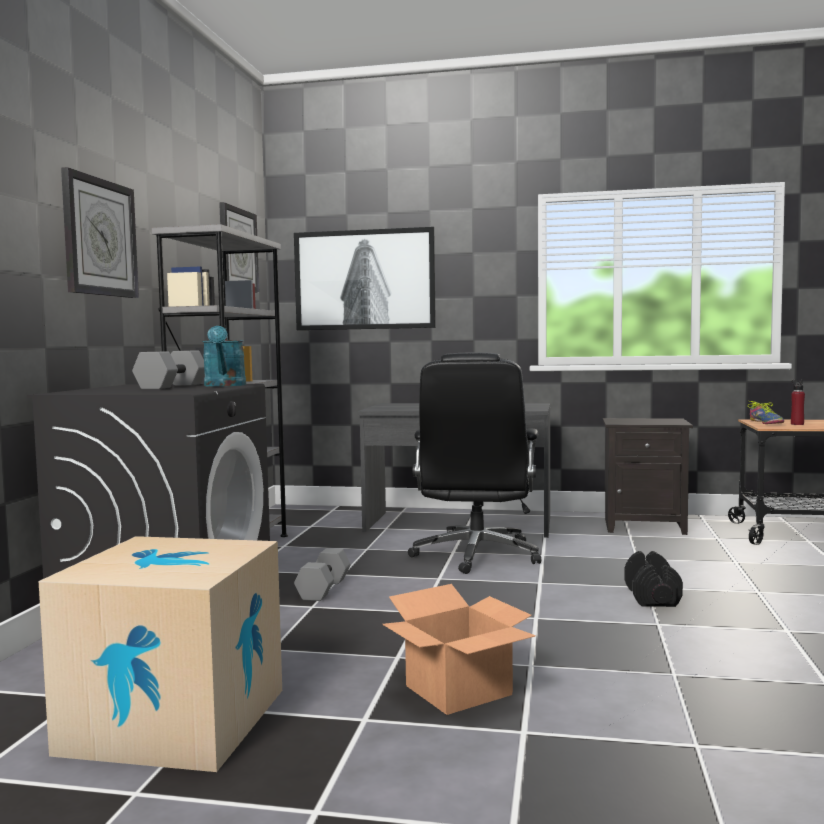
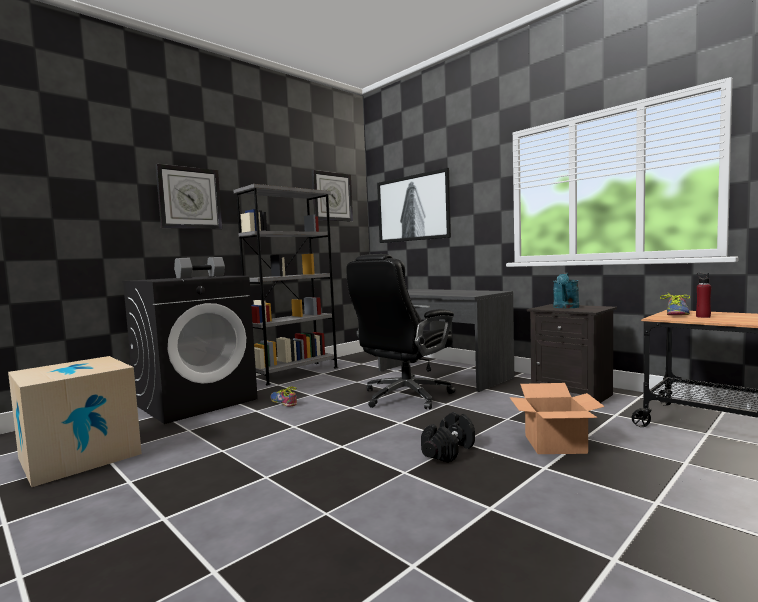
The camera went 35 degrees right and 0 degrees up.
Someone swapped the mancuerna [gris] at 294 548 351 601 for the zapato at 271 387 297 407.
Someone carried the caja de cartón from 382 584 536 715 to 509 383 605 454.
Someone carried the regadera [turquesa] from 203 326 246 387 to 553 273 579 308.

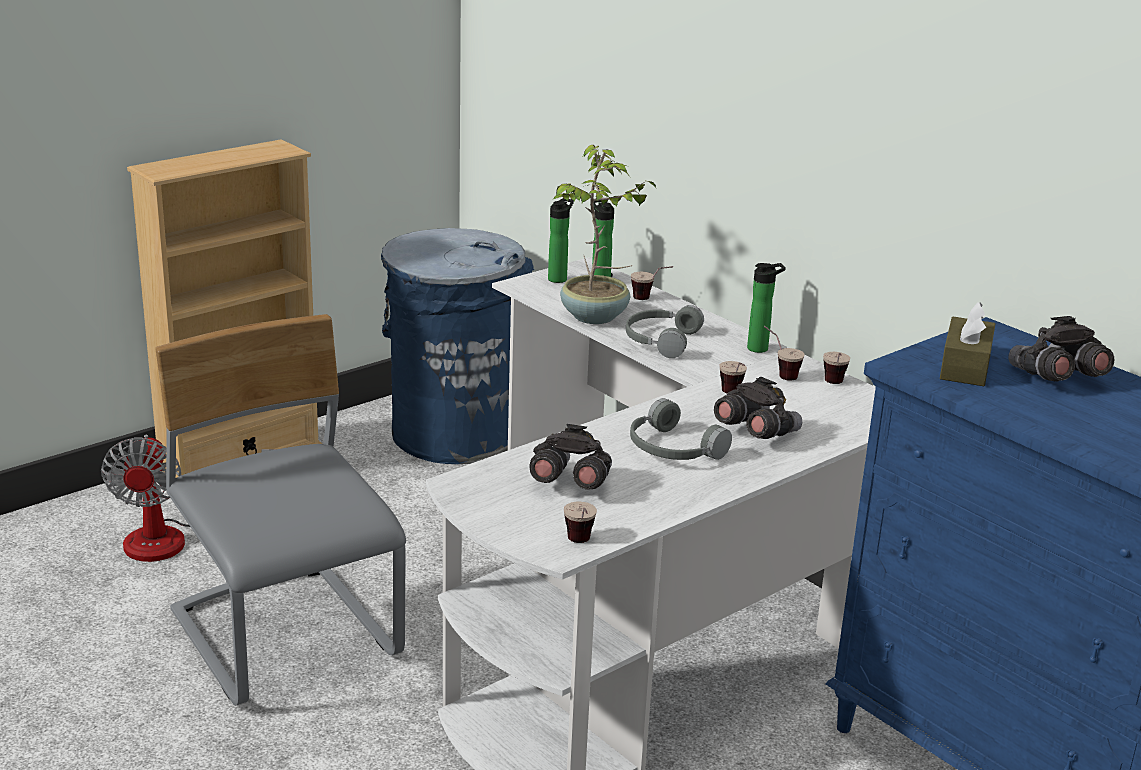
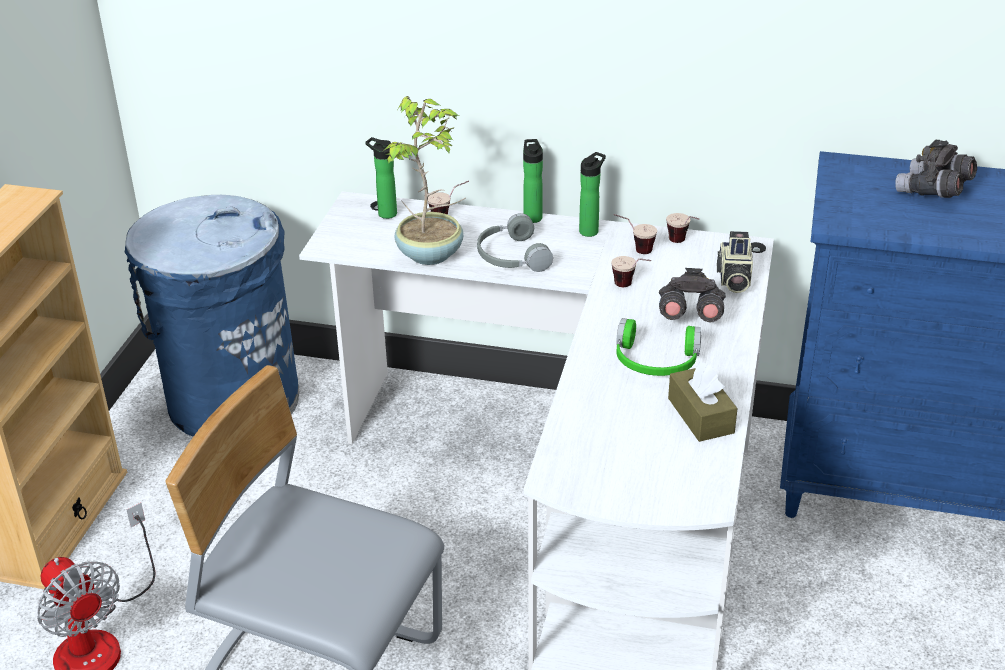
The camera went 35 degrees left and 10 degrees up.
Someone carried the botella from 548 198 574 283 to 523 139 543 223.
Someone repainted the auriculares [gris] at 630 398 732 460, which became the auriculares [verde] at 616 318 701 376.
Someone carried the caja de pañuelos [marrón] from 940 302 995 386 to 668 362 738 442.
Someone put down the cámara at 717 231 753 293.
Someone took away the prismáticos [gris] at 529 424 612 490.
Someone took away the taza at 564 502 597 543.

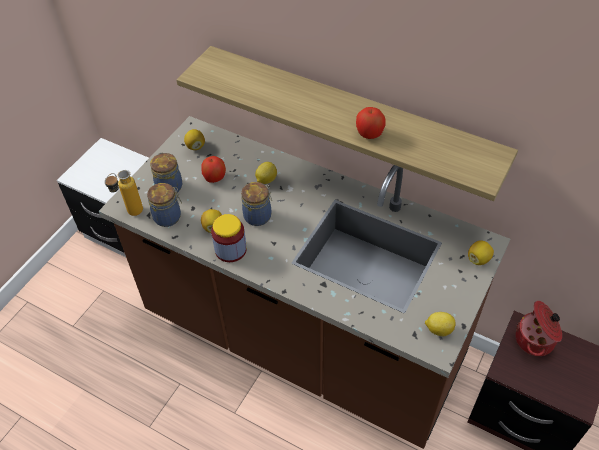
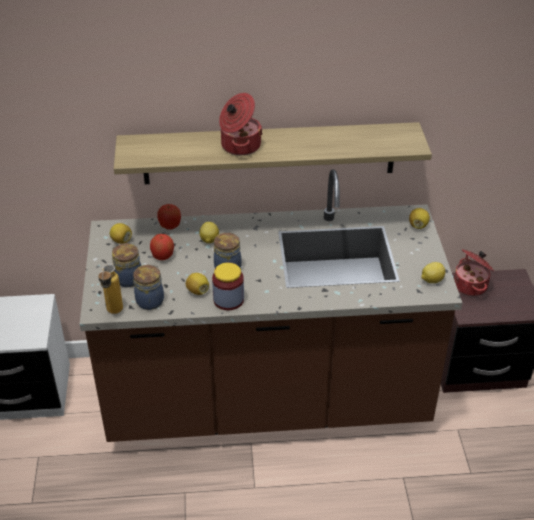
The camera went 35 degrees left and 10 degrees down.
Someone carried the manzana from 356 107 386 139 to 157 204 181 230.
Someone put down the olla at 219 93 263 155.

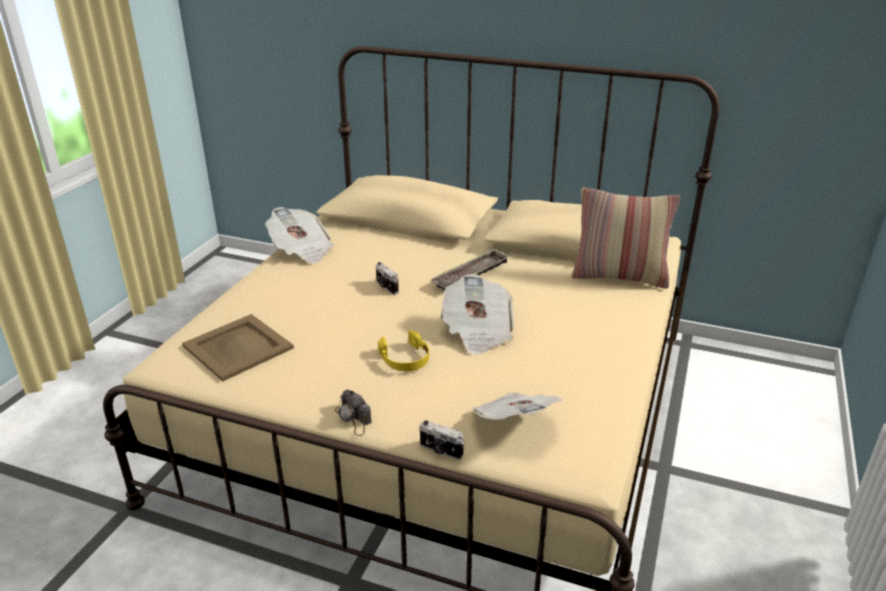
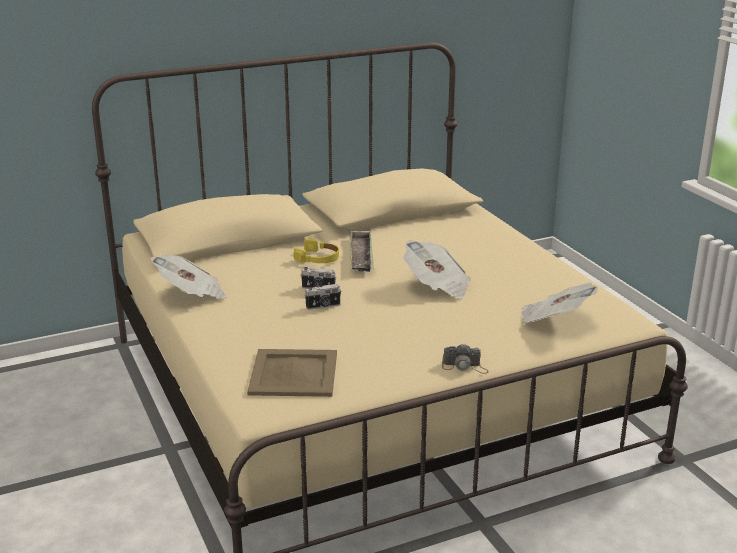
The camera went 45 degrees left and 5 degrees down.
Someone carried the auriculares [amarillo] from 378 330 429 371 to 294 239 339 263.
Someone carried the cámara from 419 420 464 460 to 304 284 341 310.
Someone took away the cojín at 571 188 680 288.

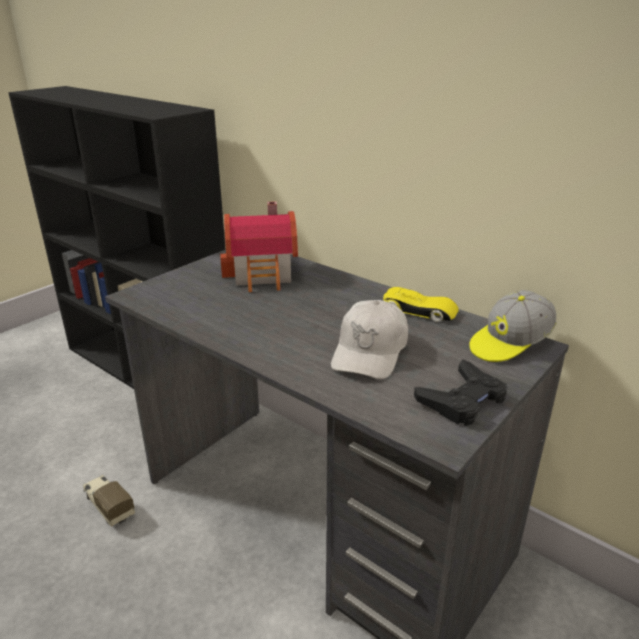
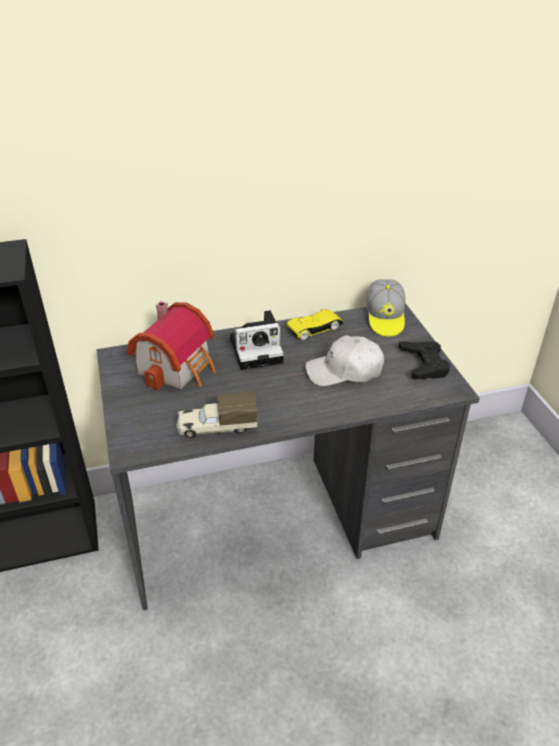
The camera went 55 degrees left and 10 degrees up.
Someone carried the camión de juguete from 83 474 135 527 to 176 391 257 438.
Someone put down the cámara at 230 310 284 370.
Someone rotated the gorra [blanco] at 331 300 408 379 by 120 degrees clockwise.

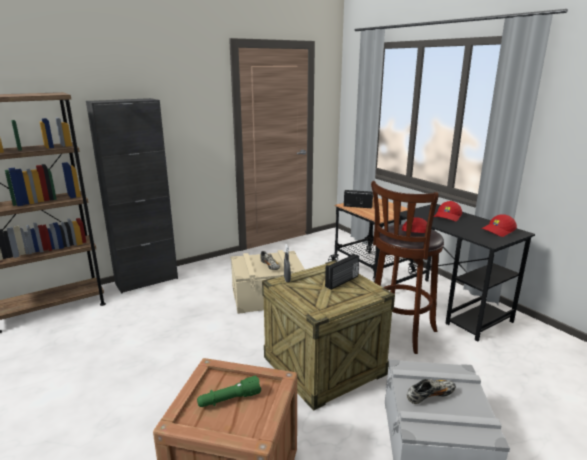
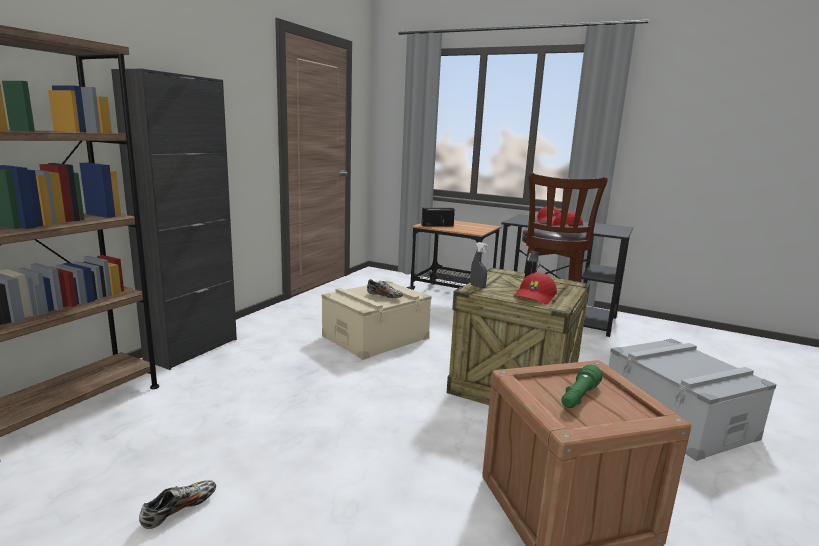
The camera went 30 degrees left and 5 degrees down.
Someone carried the zapato from 407 379 456 404 to 139 480 216 529.
Someone carried the gorra [rojo] from 481 214 517 237 to 513 273 557 304.

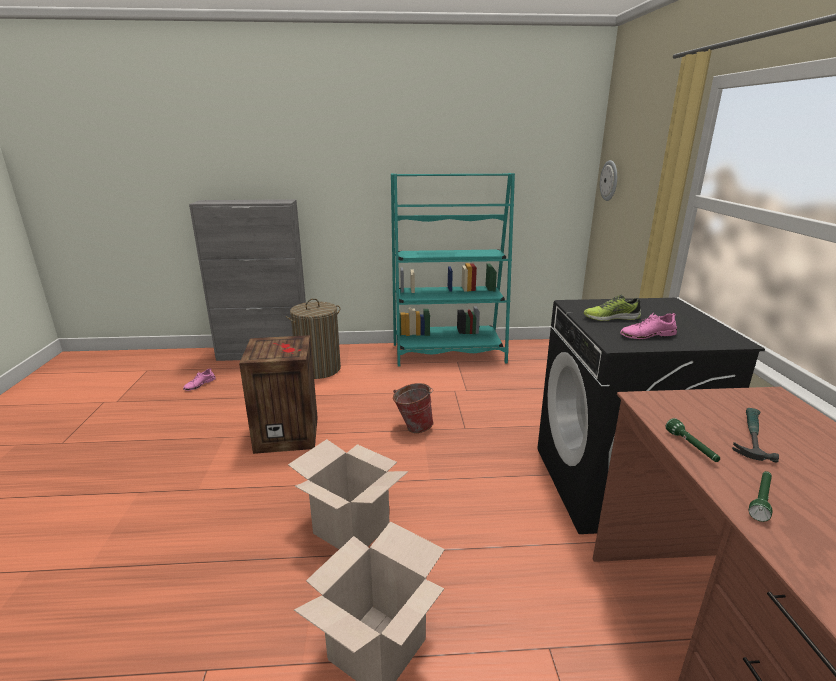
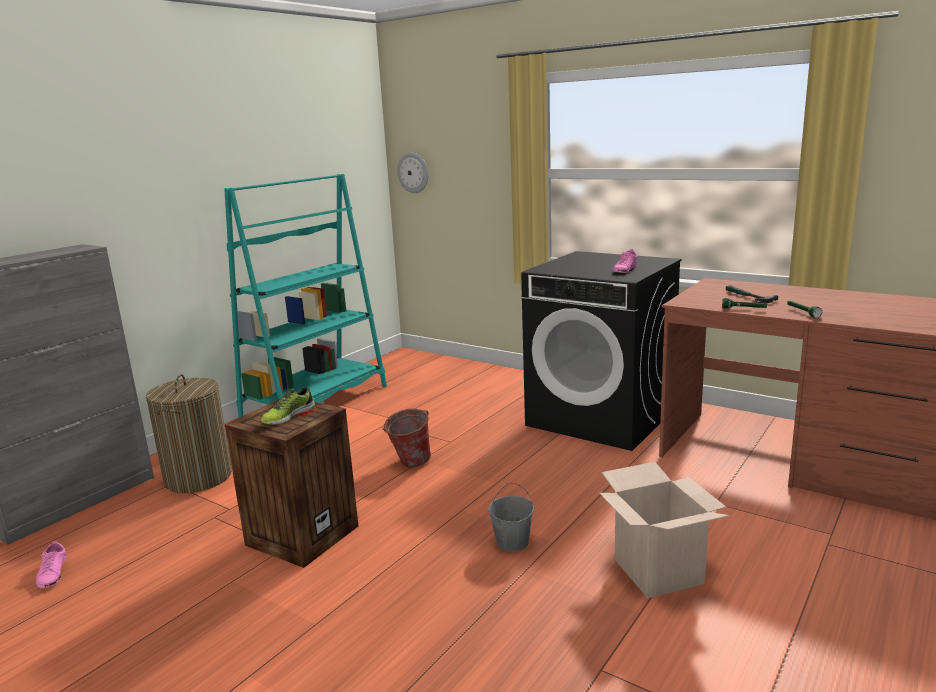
The camera went 50 degrees left and 5 degrees down.
Someone carried the zapato from 584 295 641 321 to 261 387 315 425.
Someone swapped the caja de cartón at 288 439 408 549 for the cubo [gris] at 488 482 534 552.

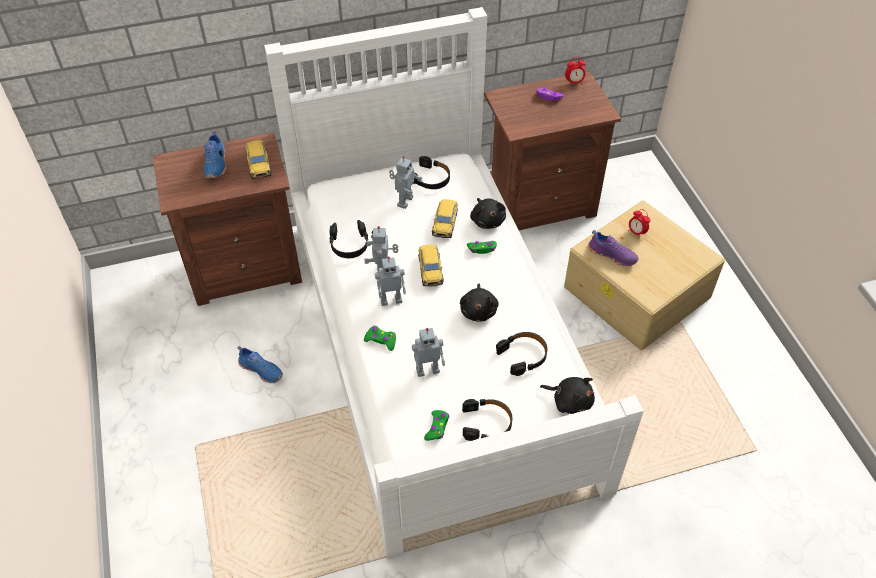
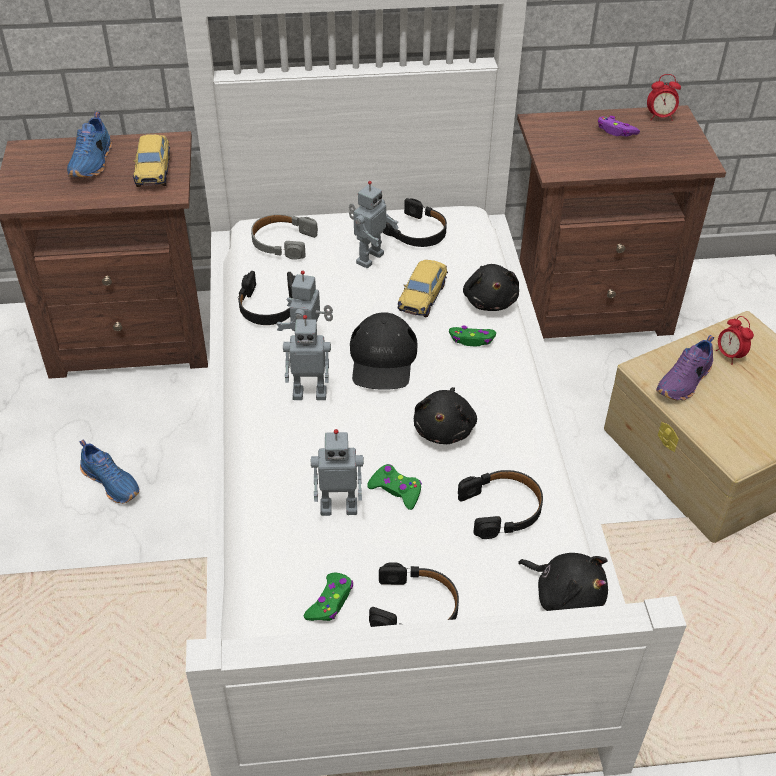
The camera went 10 degrees right and 5 degrees down.
Someone put down the auriculares [gris] at 251 214 318 260.
Someone swapped the coche de juguete at 418 245 444 287 for the gorra [negro] at 350 312 418 390.
Someone carried the mando de consola [verde] from 364 326 396 351 to 367 464 422 510.
Someone rotated the zapato [morado] at 588 230 639 266 by 90 degrees clockwise.

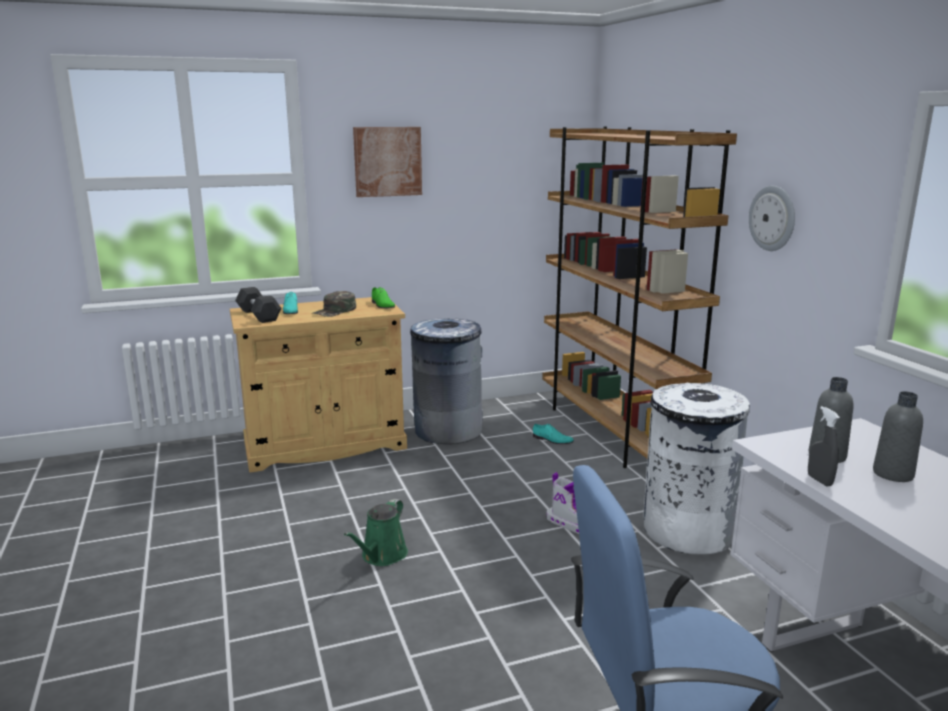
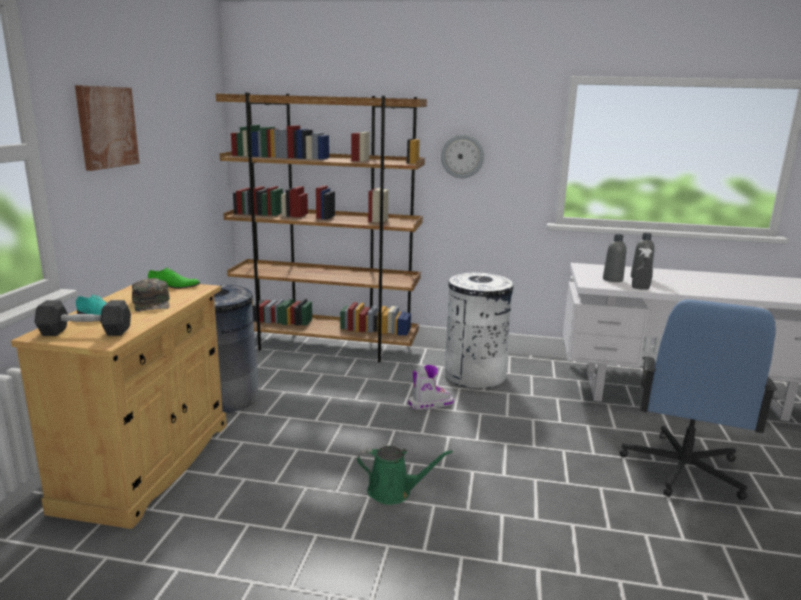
The camera went 60 degrees left and 0 degrees up.
Someone rotated the regadera [verde] at 344 499 408 566 by 45 degrees counterclockwise.
Someone took away the zapato [turquesa] at 533 424 574 444.

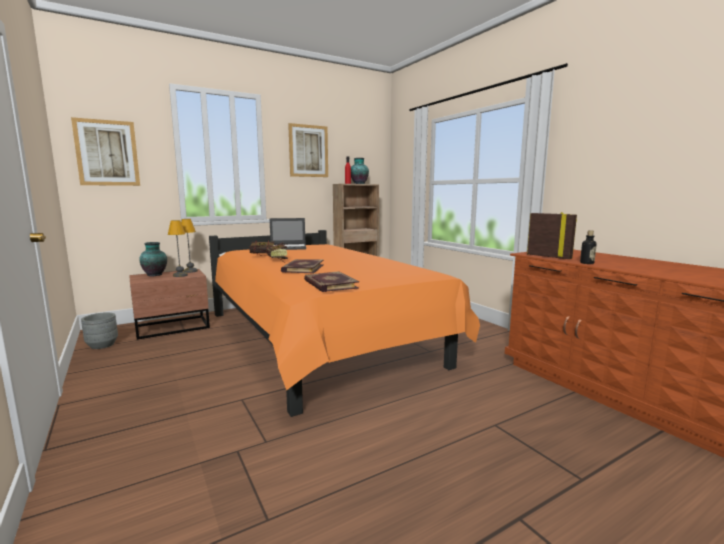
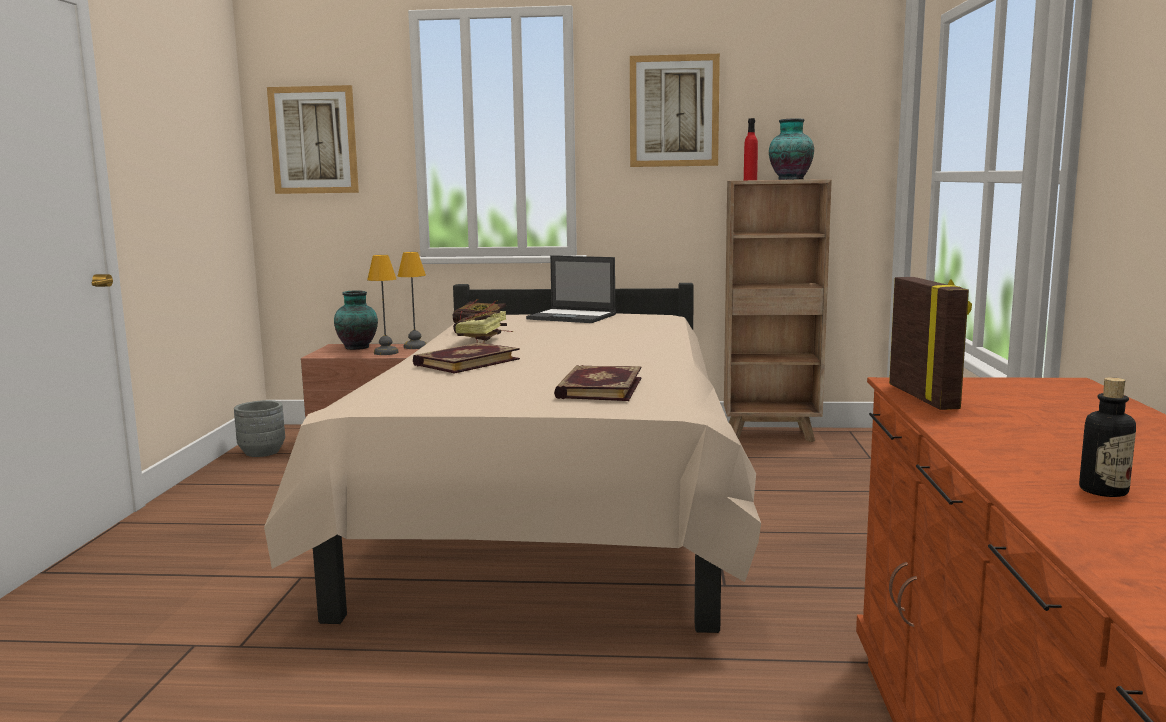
The camera went 35 degrees right and 0 degrees up.
Someone repainted the cama [naranja] at 209 230 480 417, which became the cama [beis] at 264 283 761 633.
Someone carried the libro from 304 271 359 292 to 554 365 641 401.
Someone carried the botella from 580 230 597 264 to 1079 377 1136 497.

